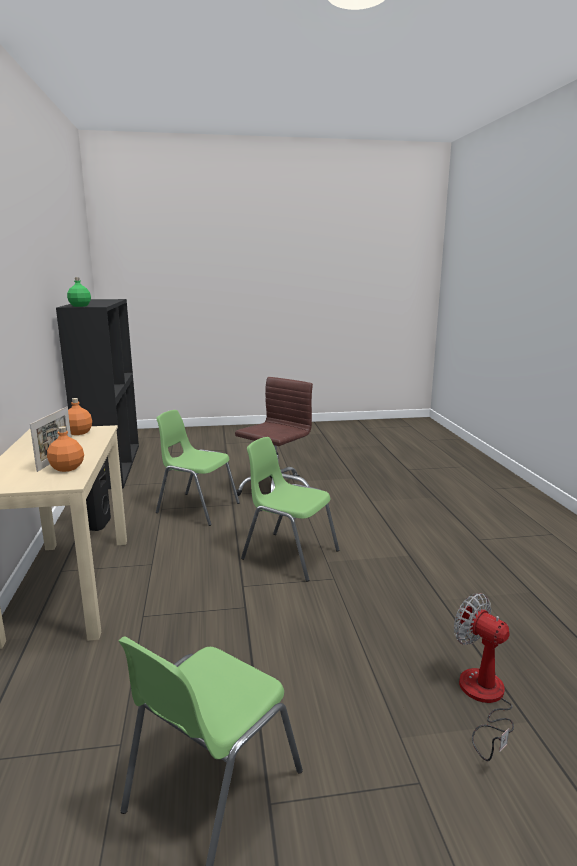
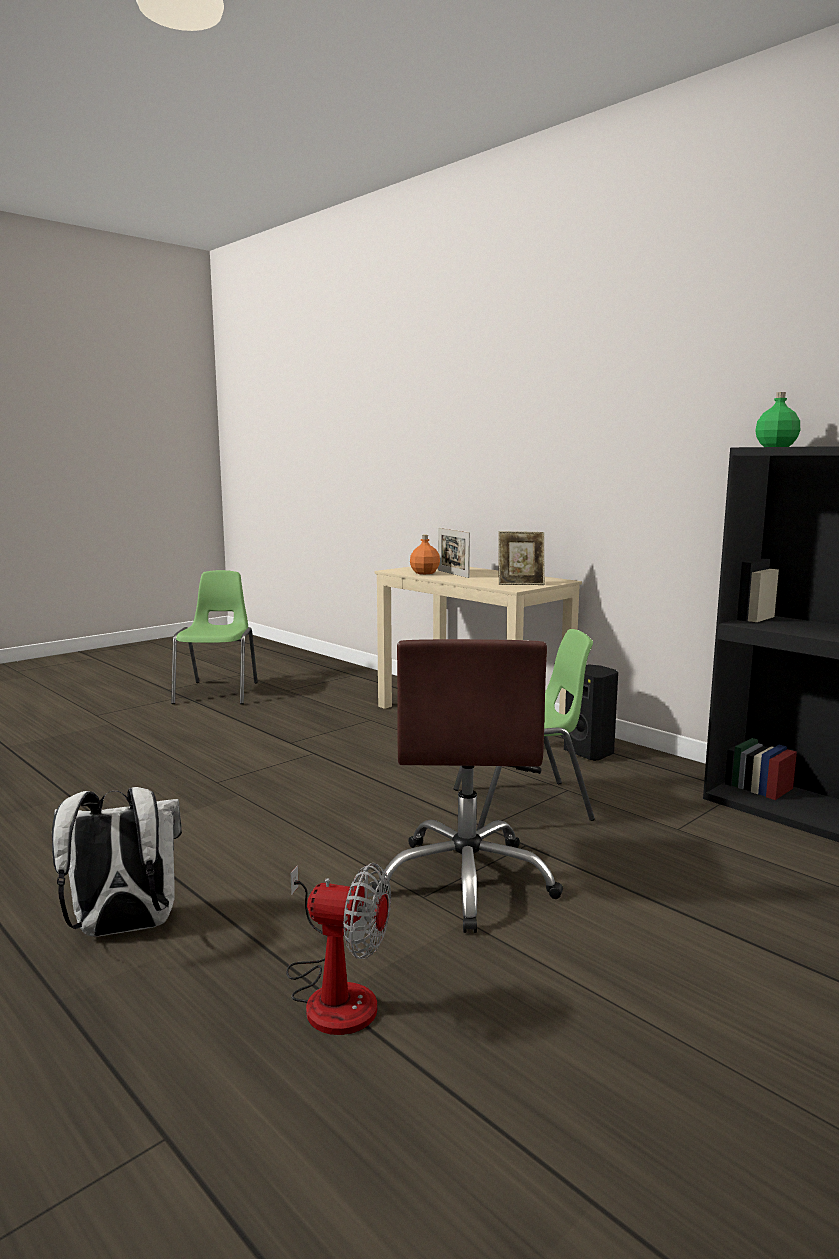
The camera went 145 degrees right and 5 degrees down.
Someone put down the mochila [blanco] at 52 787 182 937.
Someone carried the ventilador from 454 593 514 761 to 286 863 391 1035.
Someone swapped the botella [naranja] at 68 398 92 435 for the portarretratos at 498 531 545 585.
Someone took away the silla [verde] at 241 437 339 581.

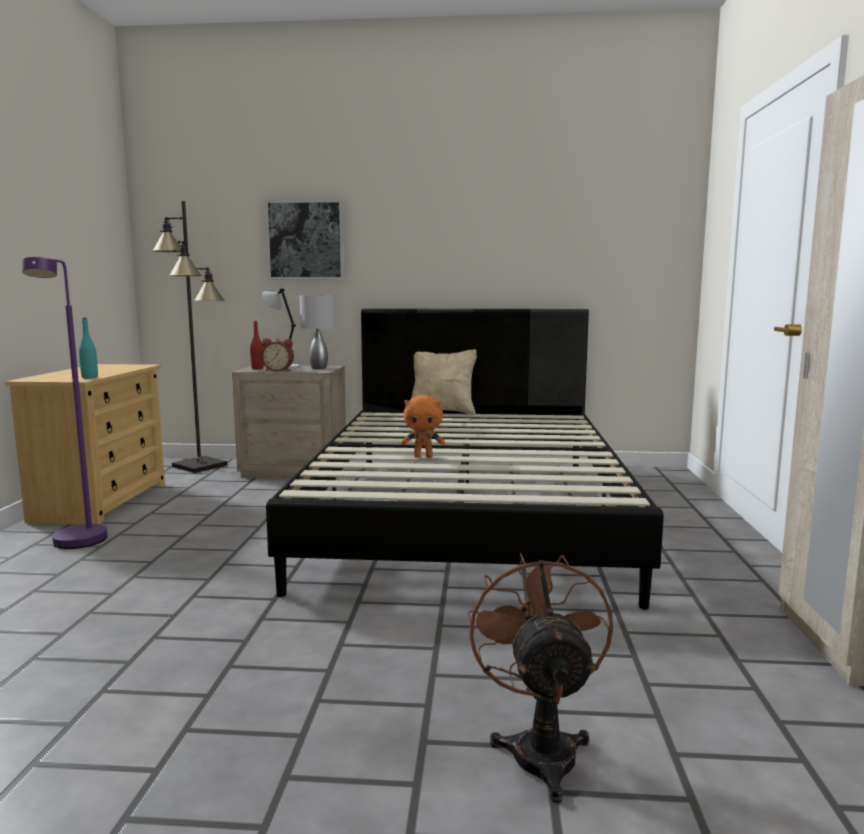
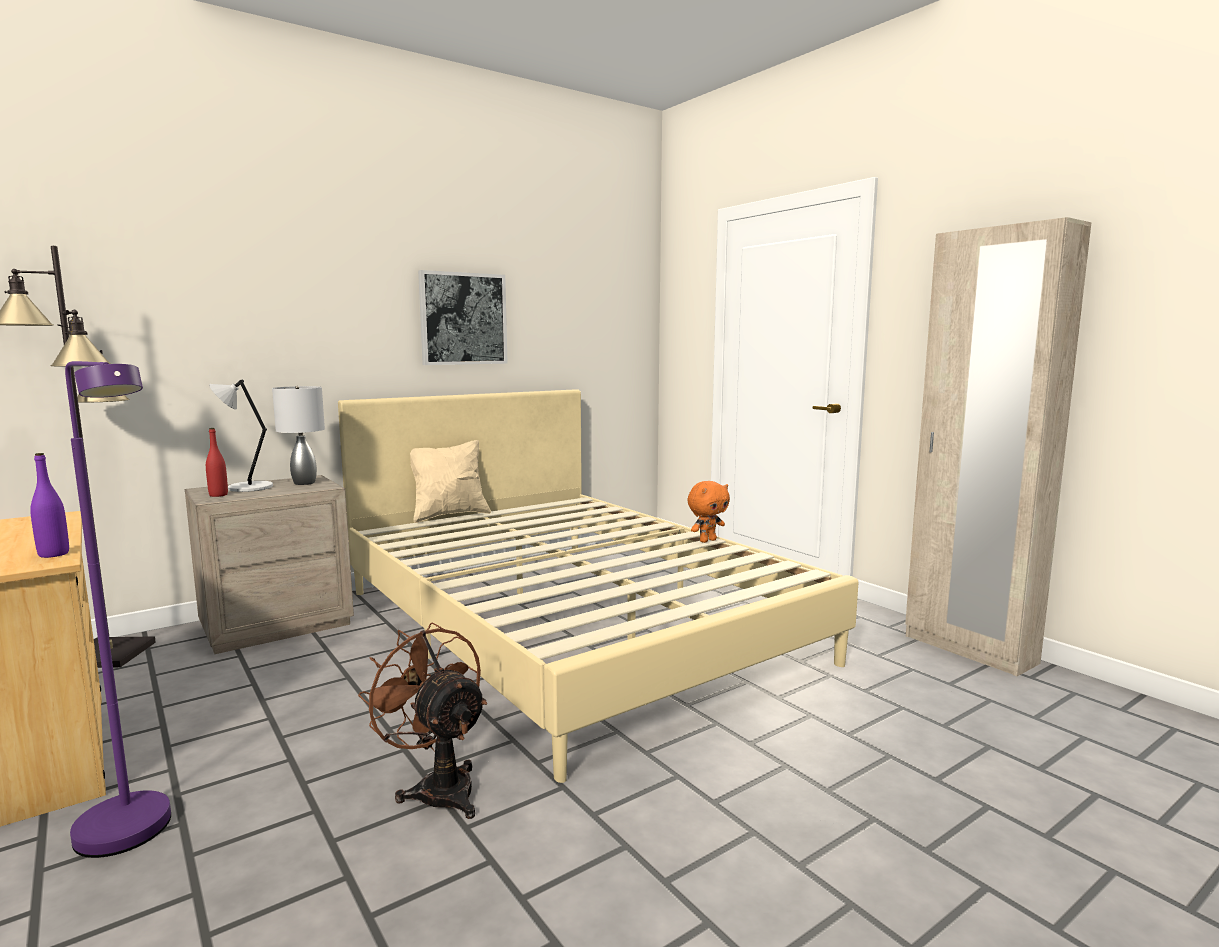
The camera went 40 degrees left and 0 degrees up.
Someone repainted the botella [turquesa] at 79 318 98 379, which became the botella [morado] at 30 453 69 558.
Someone repainted the cama [negro] at 266 308 664 610, which became the cama [beis] at 338 389 859 783.
Someone carried the ventilador [marrón] from 468 553 613 803 to 358 622 487 819.
Someone carried the cuadro from 265 199 345 280 to 418 270 508 365.
Someone carried the peluche [naranja] from 402 395 445 458 to 688 481 730 543.
Someone took away the despertador at 261 338 294 371.

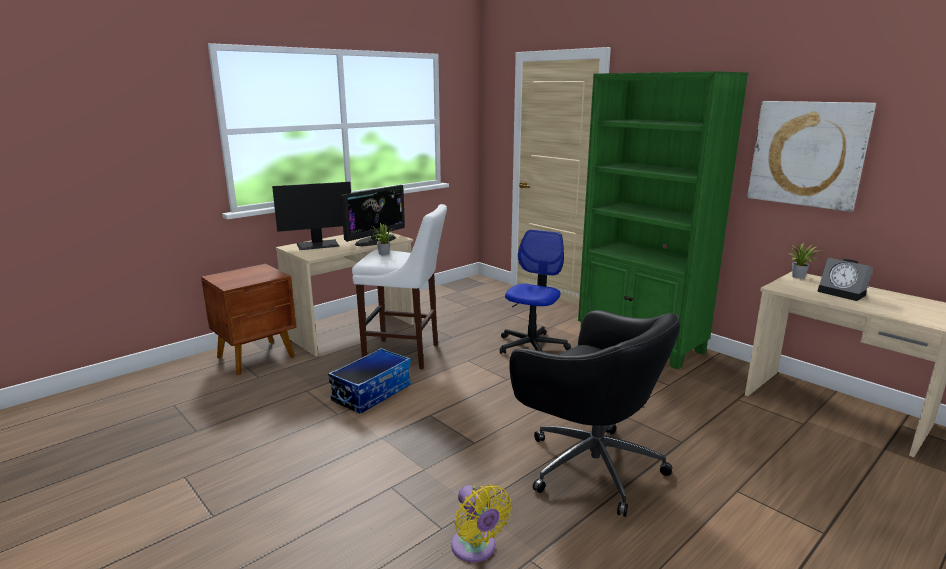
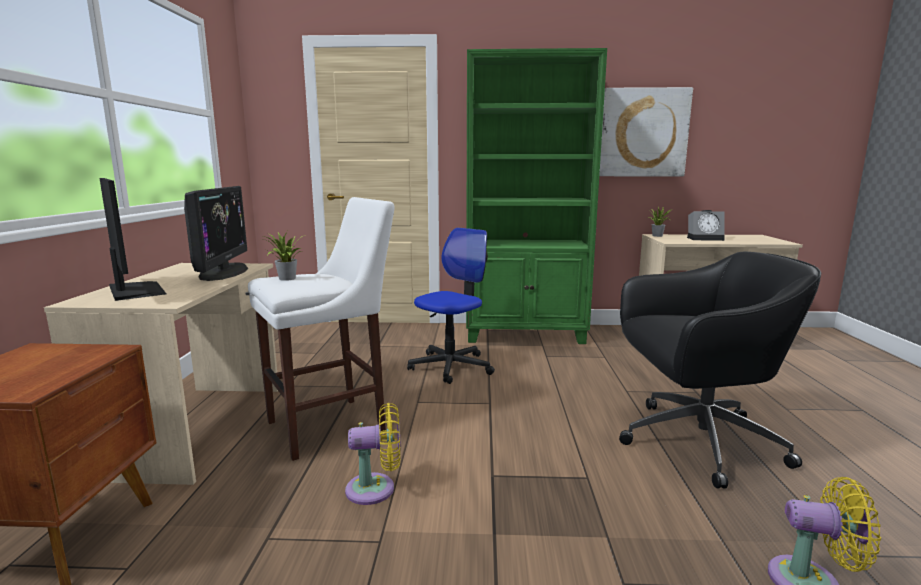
The camera went 45 degrees left and 5 degrees down.
Someone rotated the monitor at 272 182 351 250 by 60 degrees counterclockwise.
Someone swapped the caja de almacenaje at 328 348 411 414 for the ventilador [amarillo] at 345 403 401 505.
Someone rotated the silla de oficina at 500 229 571 354 by 60 degrees clockwise.

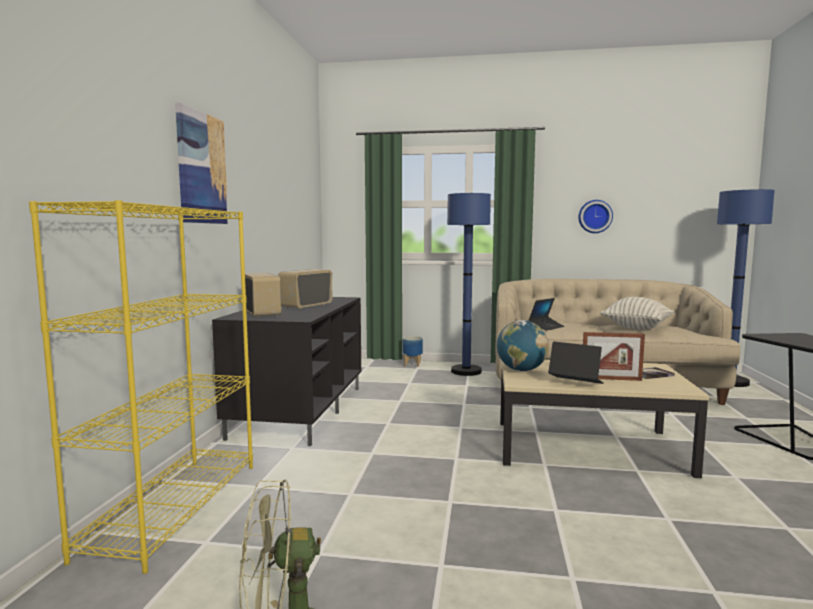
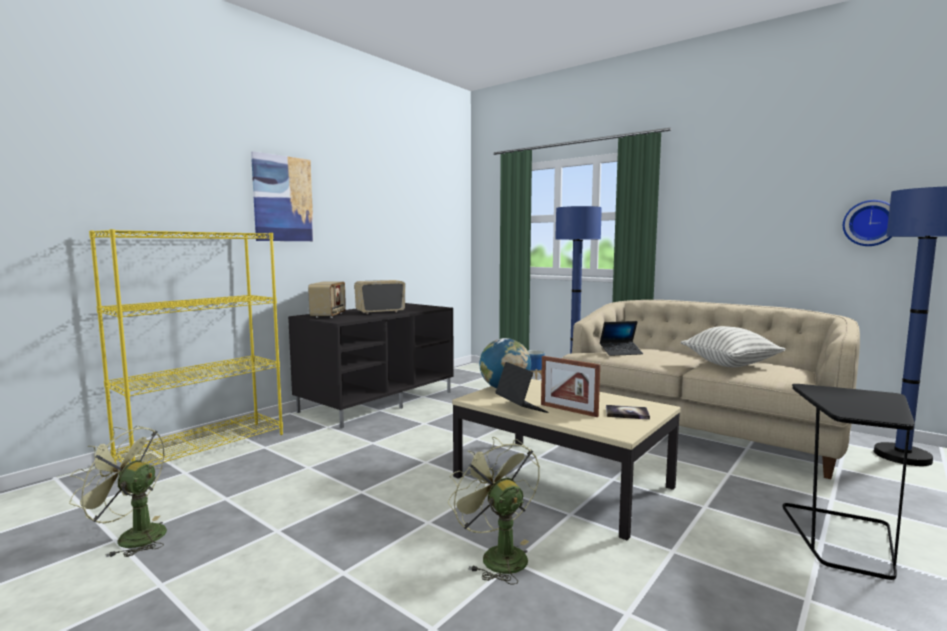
The camera went 30 degrees right and 0 degrees up.
Someone put down the ventilador [verde] at 448 437 540 585.
Someone carried the reloj de pared from 578 200 613 233 to 843 200 892 246.

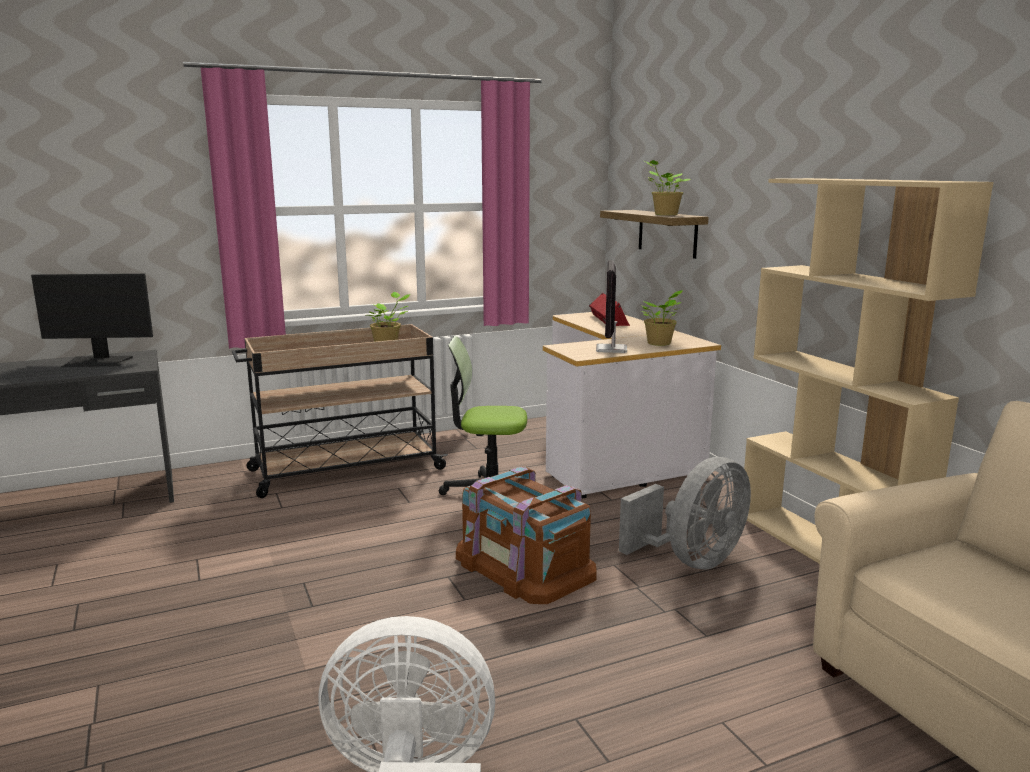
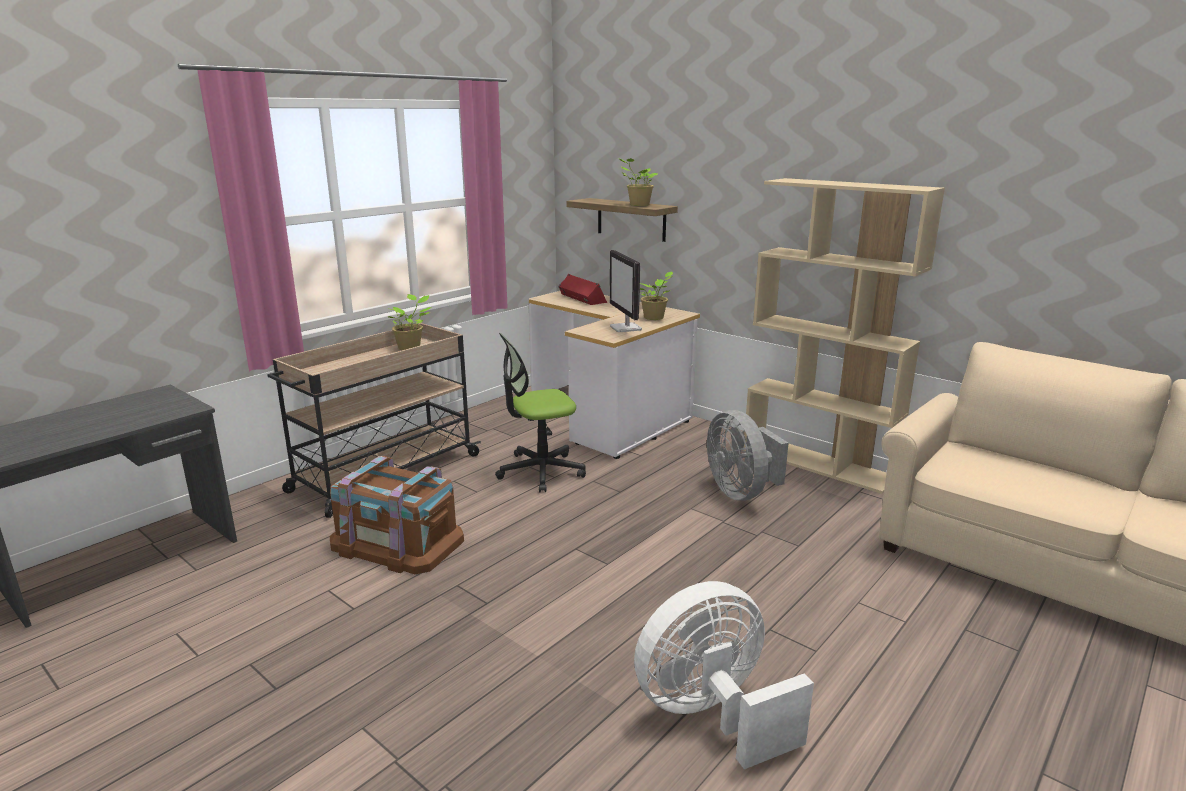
The camera went 25 degrees left and 5 degrees up.
Someone carried the caja de almacenaje [marrón] from 456 466 596 604 to 330 456 464 574.
Someone rotated the ventilador [gris] at 619 457 751 570 by 135 degrees clockwise.
Someone took away the monitor at 31 273 153 367.

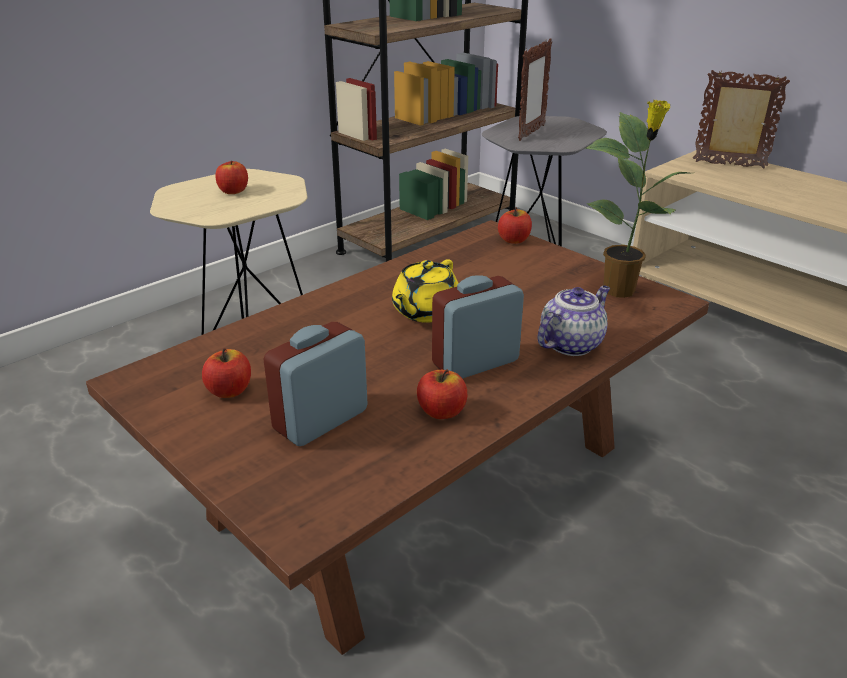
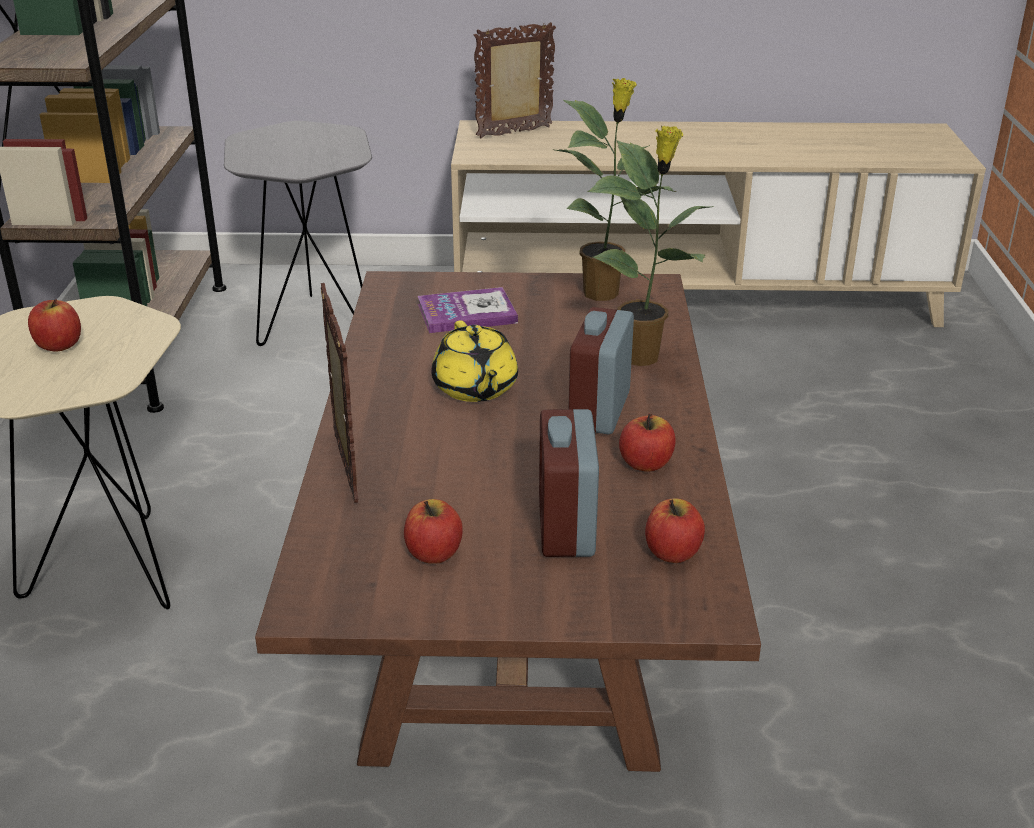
The camera went 45 degrees left and 0 degrees up.
Someone carried the portarretratos from 518 38 552 141 to 321 283 358 503.
Someone put down the libro at 418 287 518 333.
Someone swapped the tetera at 538 286 610 356 for the planta en maceta at 587 125 714 366.
Someone carried the manzana from 498 207 532 244 to 645 498 705 563.

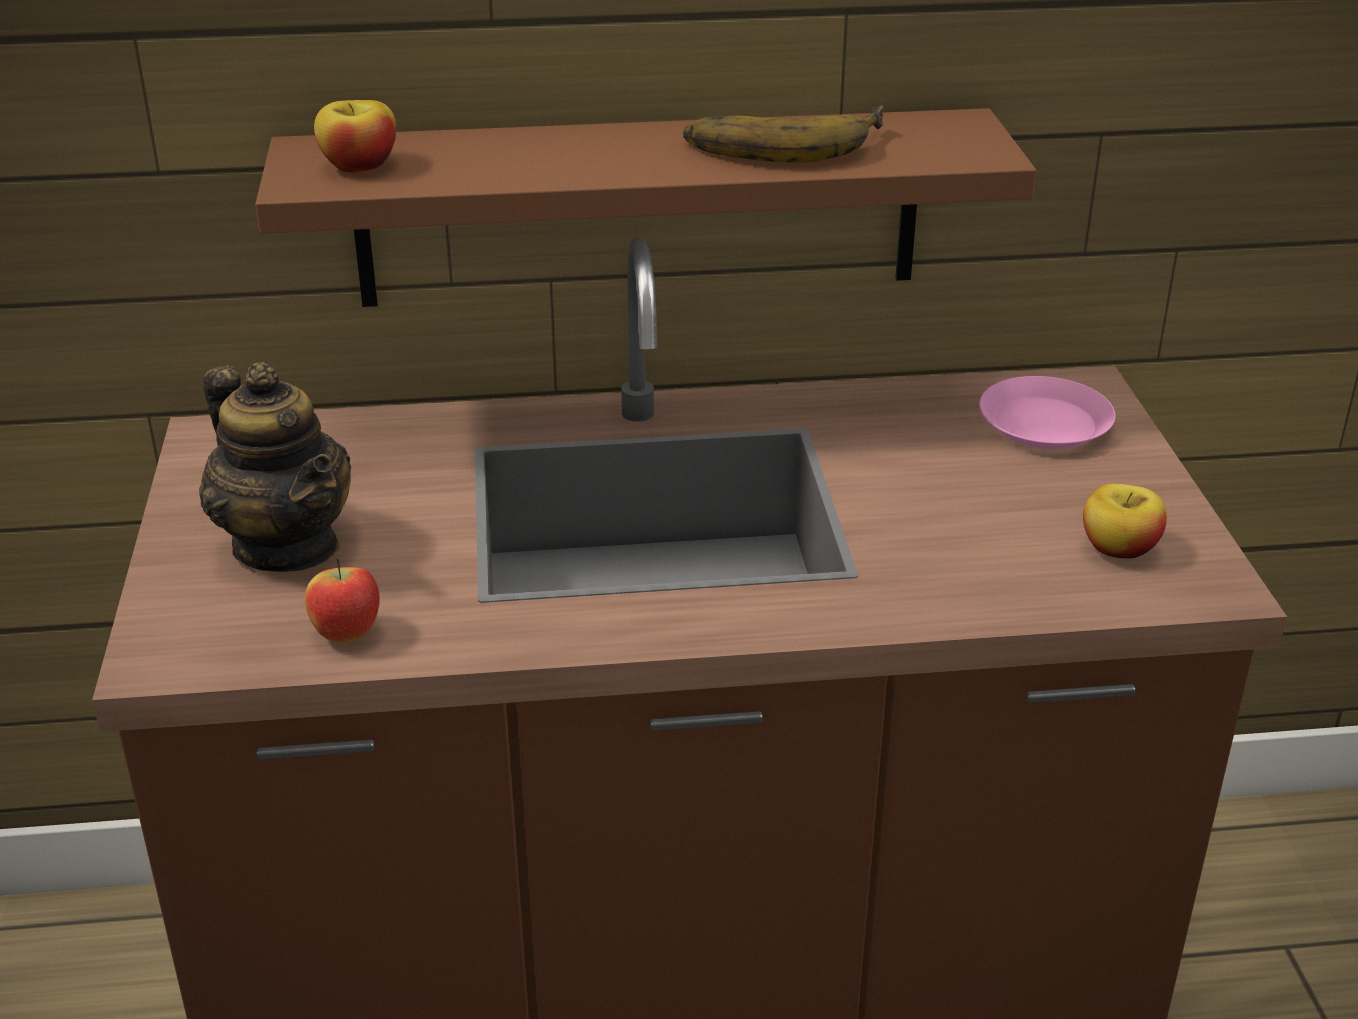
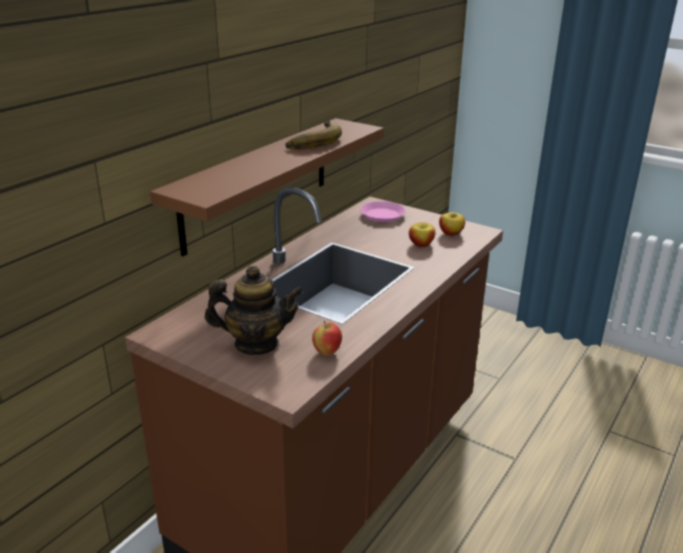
The camera went 50 degrees left and 5 degrees down.
Someone carried the manzana from 314 100 396 173 to 409 222 436 247.

